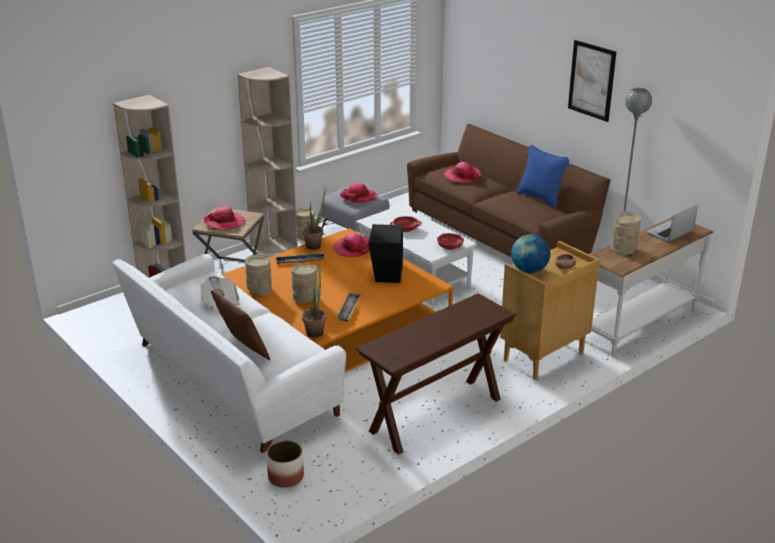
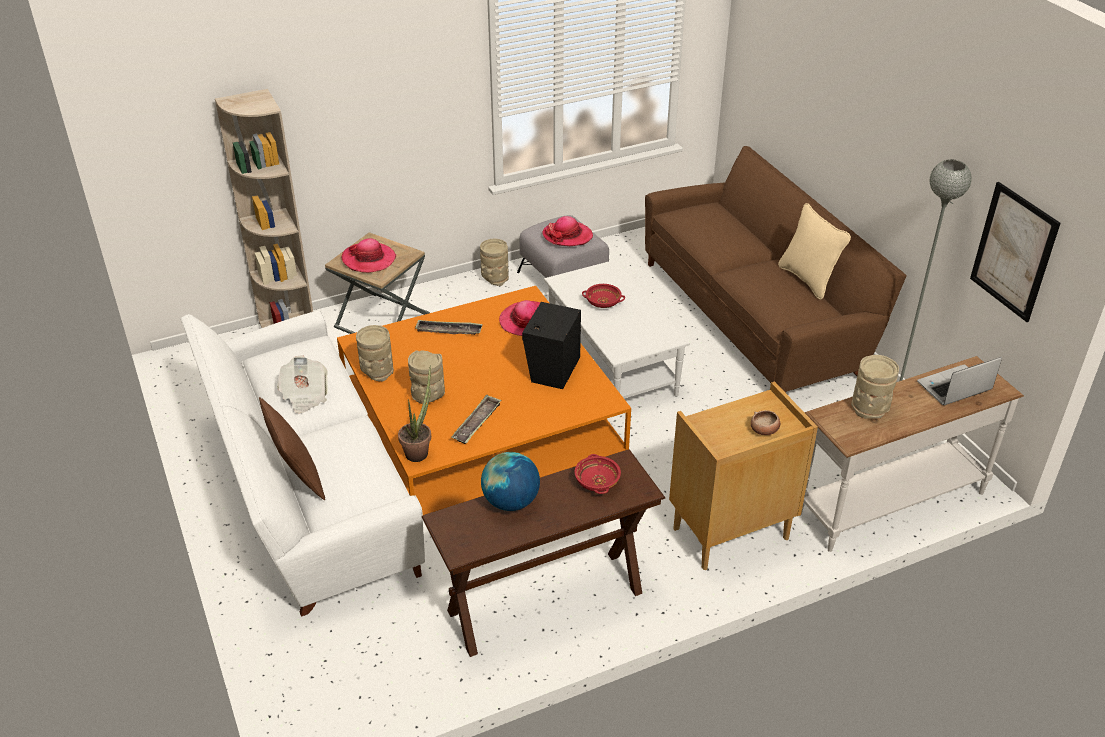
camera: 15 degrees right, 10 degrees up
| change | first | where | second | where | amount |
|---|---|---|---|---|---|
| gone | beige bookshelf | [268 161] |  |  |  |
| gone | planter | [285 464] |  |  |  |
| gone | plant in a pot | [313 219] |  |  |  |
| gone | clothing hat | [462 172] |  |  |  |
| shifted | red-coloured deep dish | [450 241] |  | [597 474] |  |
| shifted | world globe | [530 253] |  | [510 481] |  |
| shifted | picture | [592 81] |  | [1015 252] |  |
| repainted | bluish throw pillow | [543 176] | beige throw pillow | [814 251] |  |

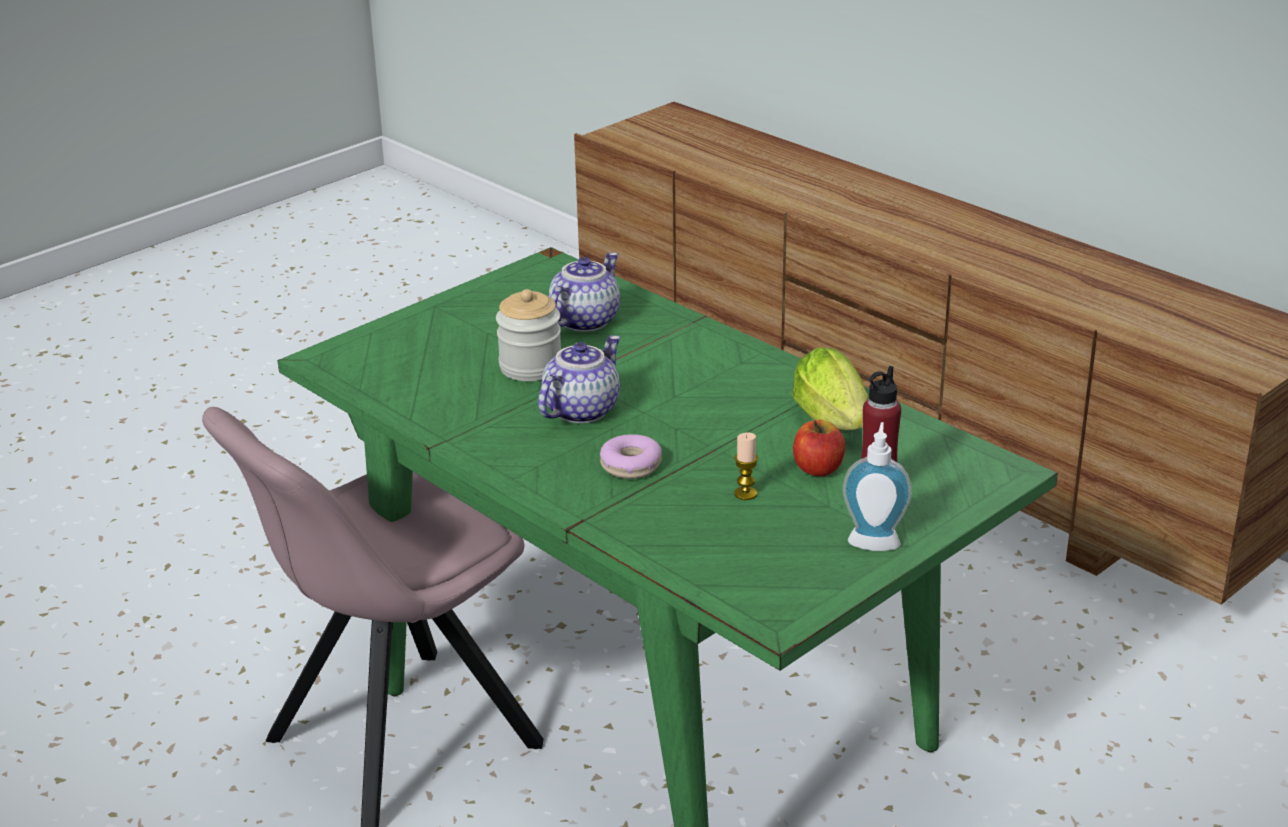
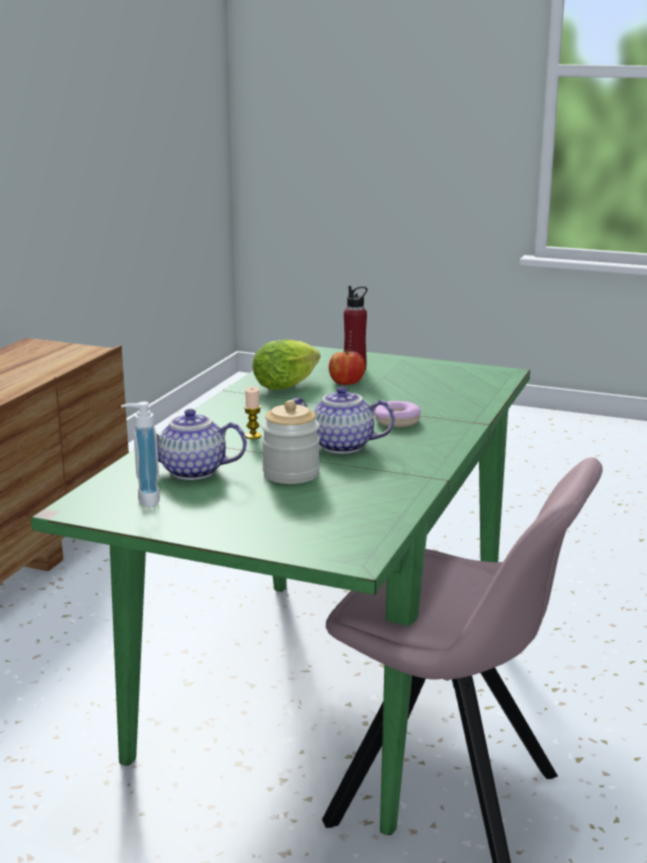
camera: 115 degrees left, 10 degrees down
| change | first | where | second | where | amount |
|---|---|---|---|---|---|
| shifted | wax candle | [746 466] |  | [253 413] |  |
| shifted | soap dispenser | [877 486] |  | [140 455] |  |

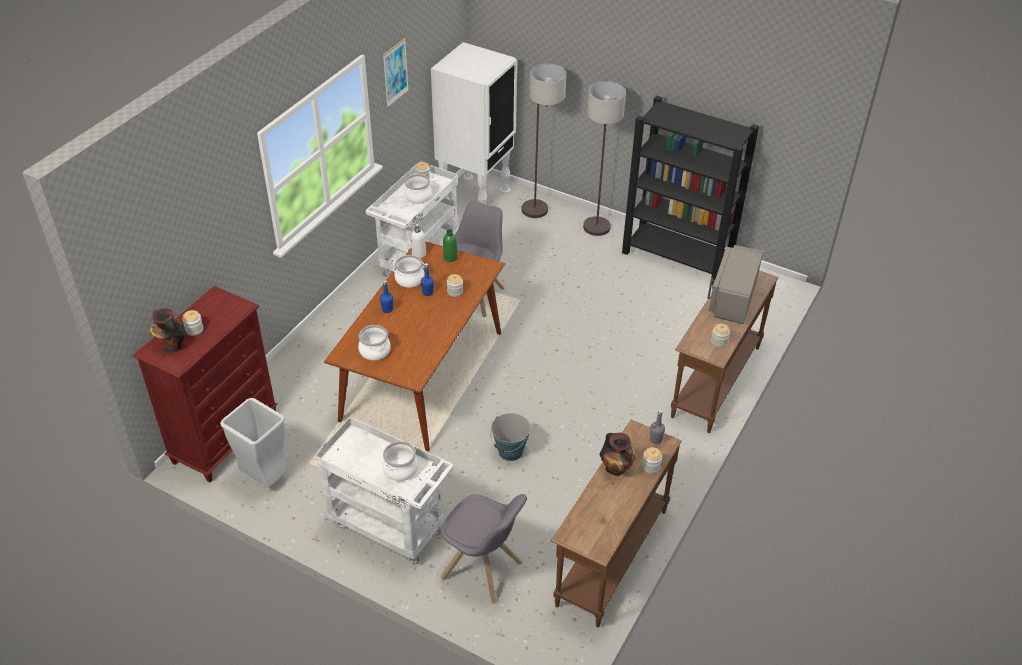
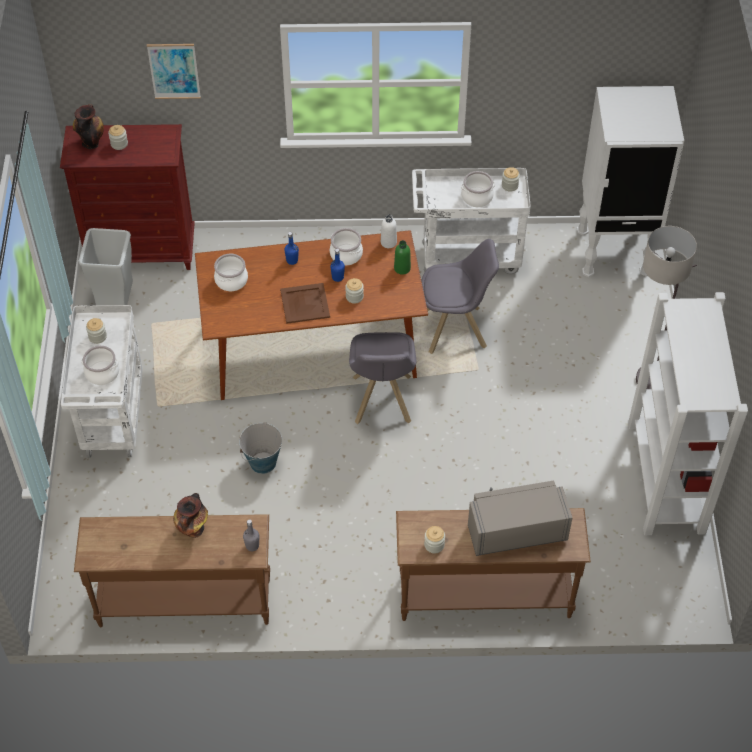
camera: 60 degrees right, 10 degrees up
| change | first | where | second | where | amount |
|---|---|---|---|---|---|
| gone | gray standard lamp | [544 141] |  |  |  |
| new |  |  | brown serving tray | [305 303] |  |
| shifted | picture | [396 73] |  | [174 71] |  |
| shifted | gray chair | [484 548] |  | [382 378] |  |
| shifted | storage jar | [652 460] |  | [96 331] |  |
| repainted | blackish bookshelf | [690 190] | whitish bookshelf | [688 413] |  |

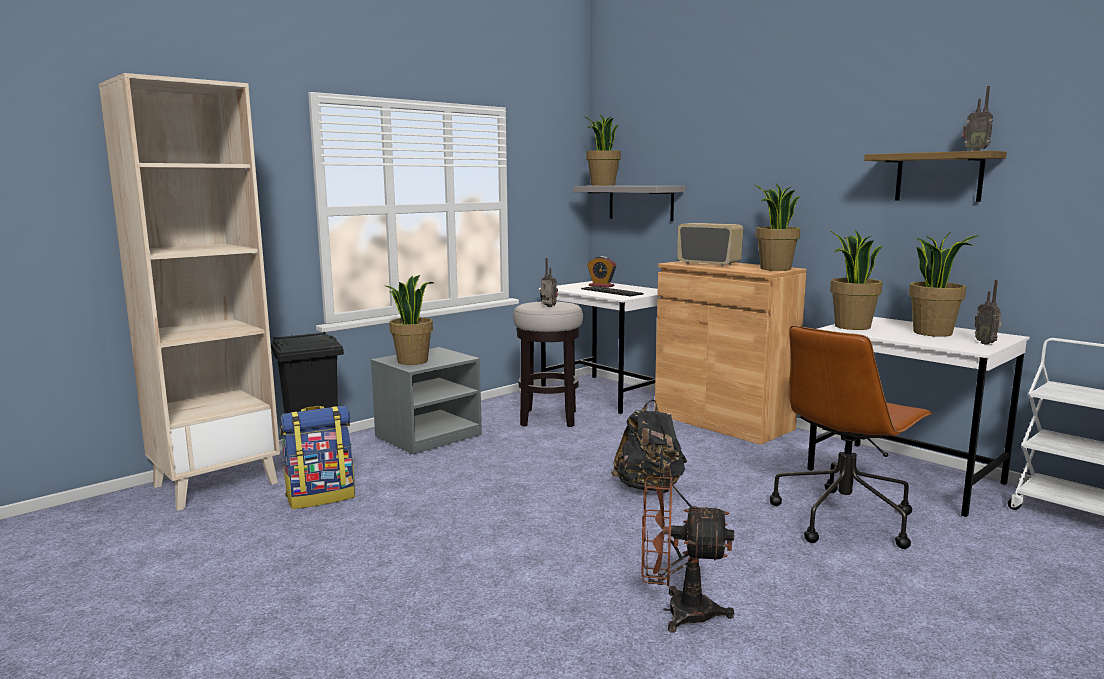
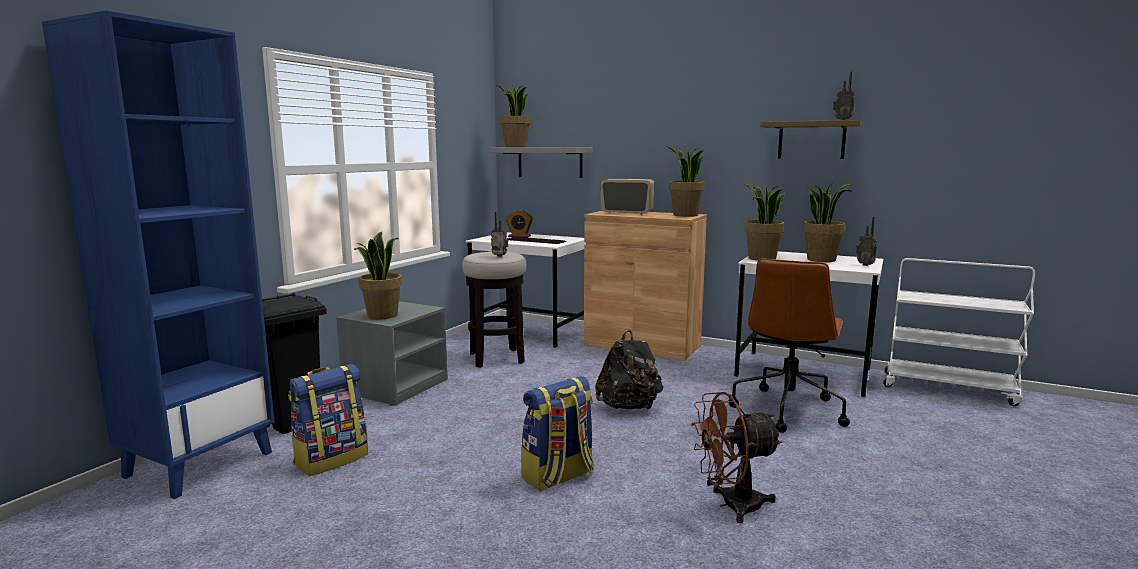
camera: 20 degrees left, 0 degrees up
| change | first | where | second | where | amount |
|---|---|---|---|---|---|
| new |  |  | backpack | [557 433] |  |
| repainted | beige bookshelf | [189 292] | bluish bookshelf | [158 254] |  |

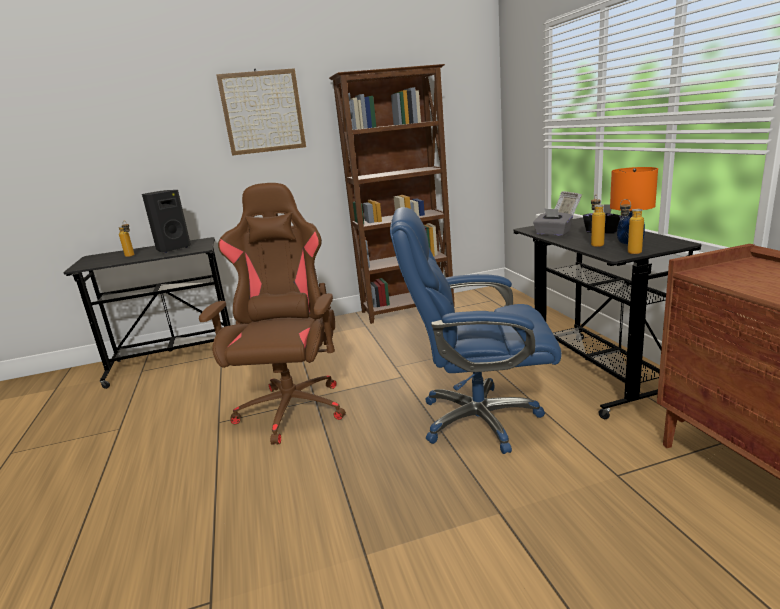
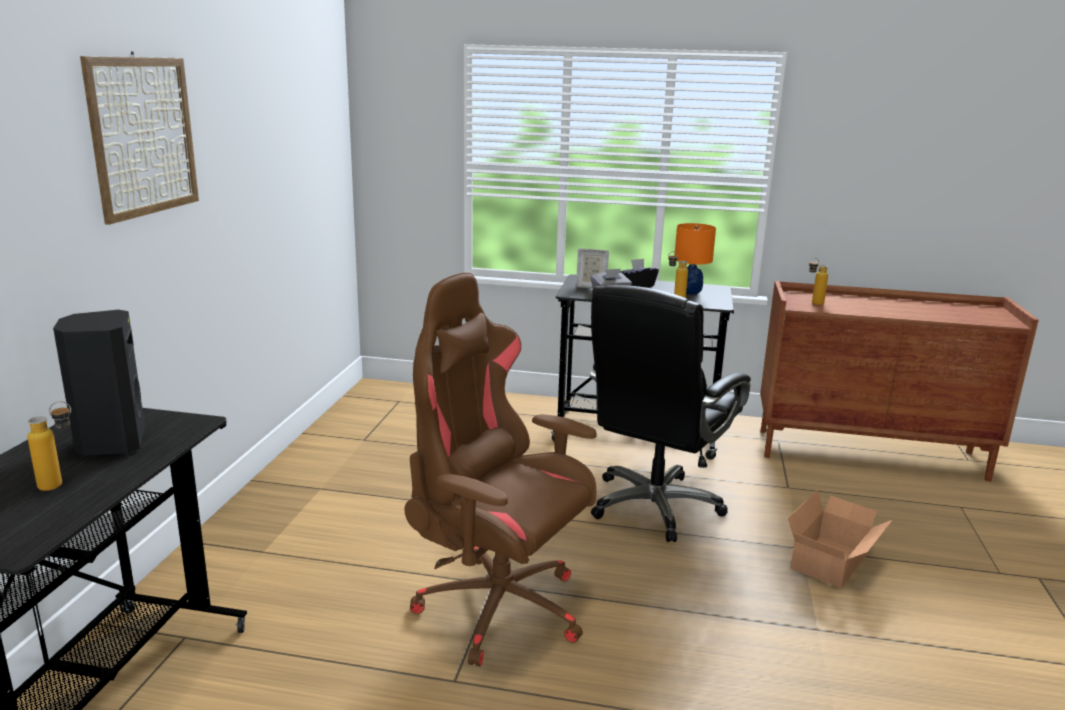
camera: 65 degrees left, 0 degrees up
| change | first | where | second | where | amount |
|---|---|---|---|---|---|
| gone | brown bookshelf | [392 194] |  |  |  |
| new |  |  | packing box | [840 539] |  |
| shifted | bottle | [632 226] |  | [818 281] |  |
| repainted | bluish computer chair | [476 330] | blackish computer chair | [670 413] |  |

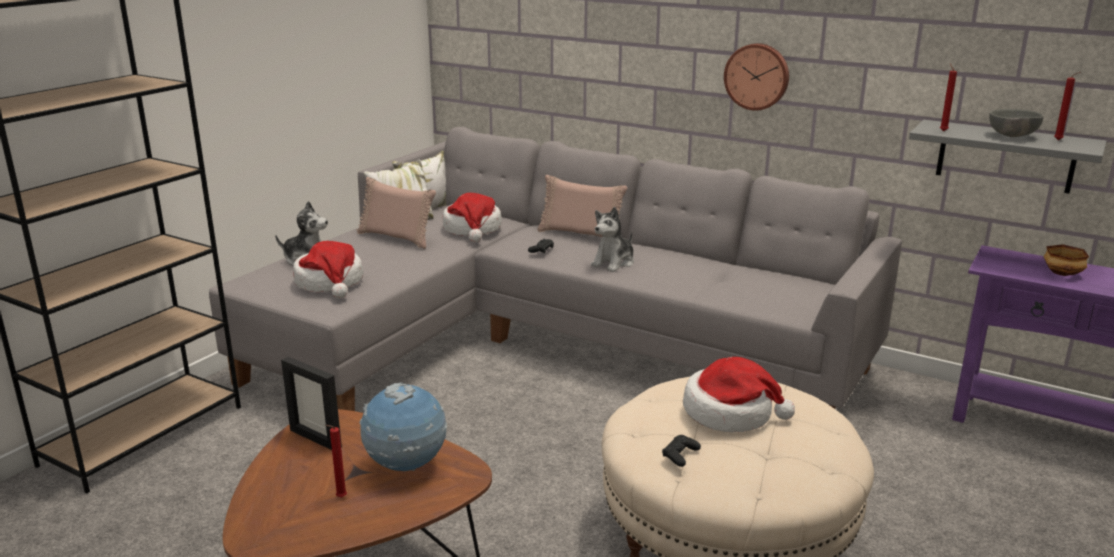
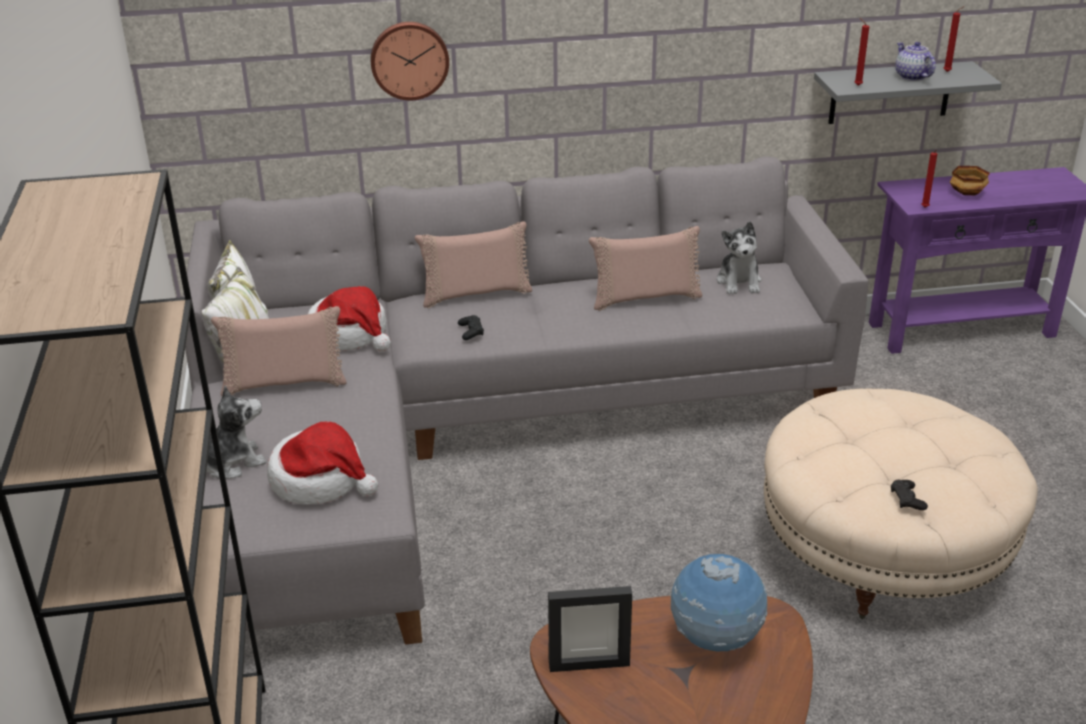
camera: 40 degrees left, 10 degrees up
| change | first | where | second | where | amount |
|---|---|---|---|---|---|
| gone | clothing hat | [739 395] |  |  |  |
| new |  |  | beige throw pillow | [645 268] |  |
| shifted | red-coloured wax candle | [336 461] |  | [929 179] |  |
| shifted | cuddly toy | [612 239] |  | [739 257] |  |
| shifted | clock on the wall | [756 77] |  | [410 61] |  |
| swapped | gray deep dish | [1016 123] | tea pot | [916 61] |  |

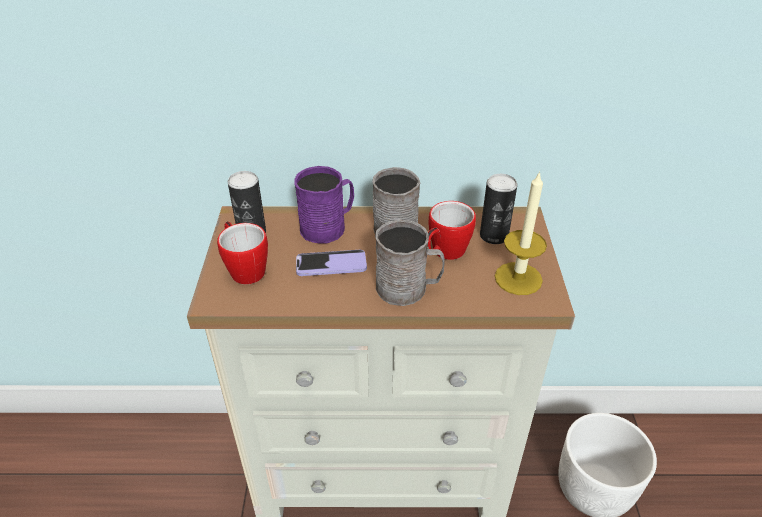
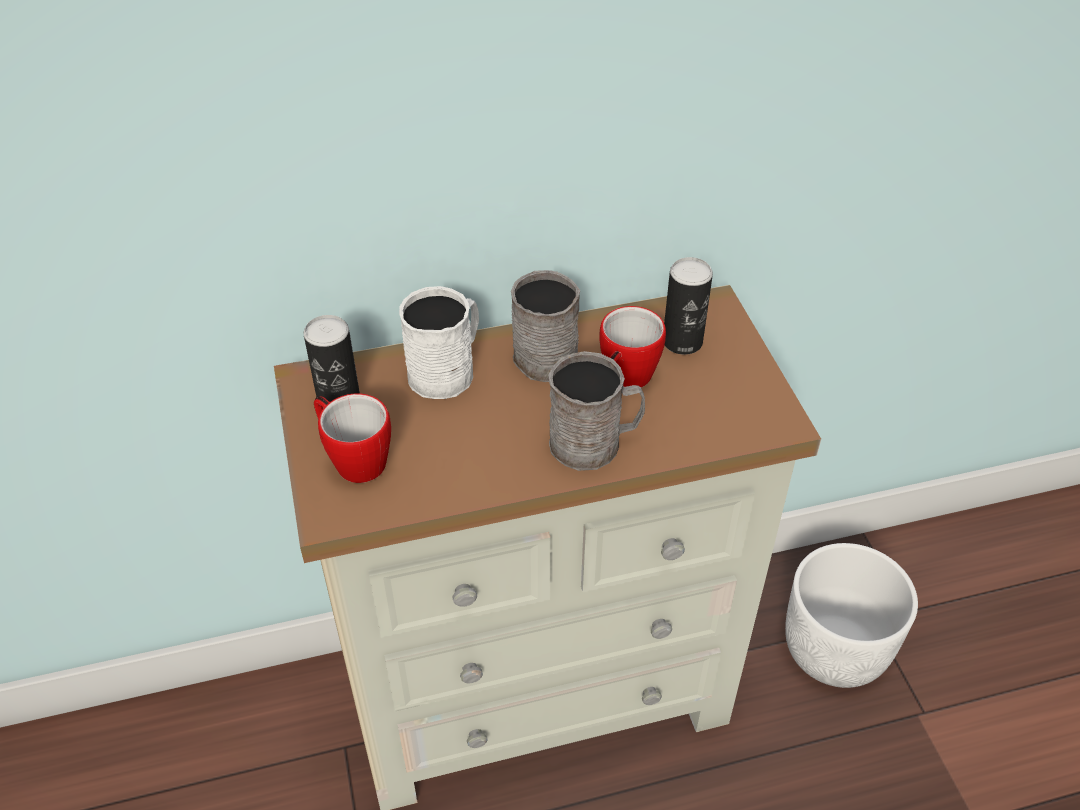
camera: 15 degrees left, 5 degrees up
| change | first | where | second | where | amount |
|---|---|---|---|---|---|
| gone | phone | [331 263] |  |  |  |
| gone | wax candle | [521 233] |  |  |  |
| repainted | purple-coloured mug | [324 204] | whitish mug | [439 342] |  |

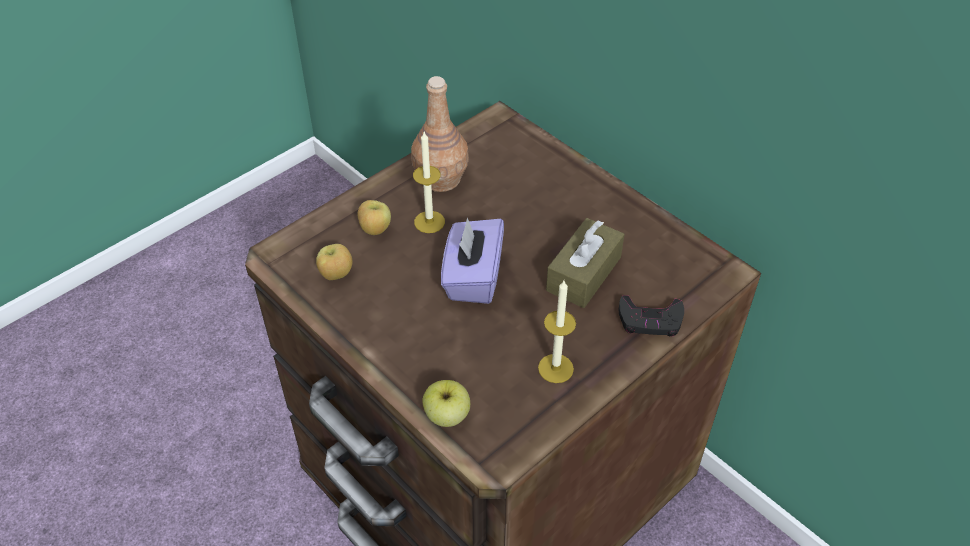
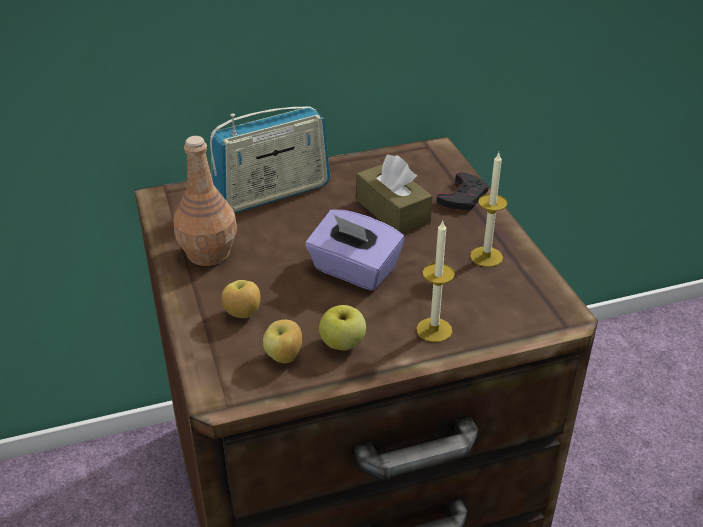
camera: 65 degrees left, 10 degrees down
| change | first | where | second | where | amount |
|---|---|---|---|---|---|
| new |  |  | radio receiver | [270 160] |  |
| shifted | wax candle | [429 182] |  | [435 281] |  |
| shifted | whole apple | [446 403] |  | [342 327] |  |

